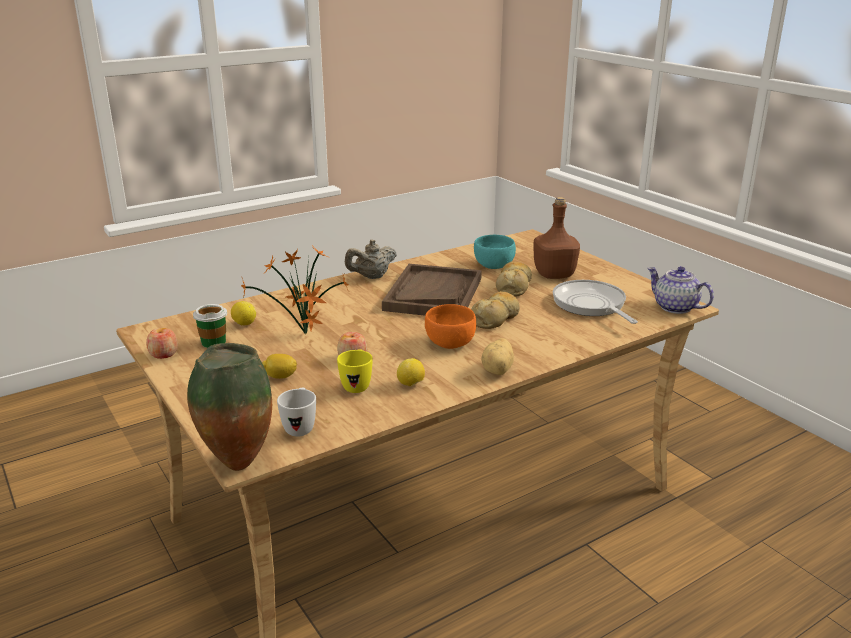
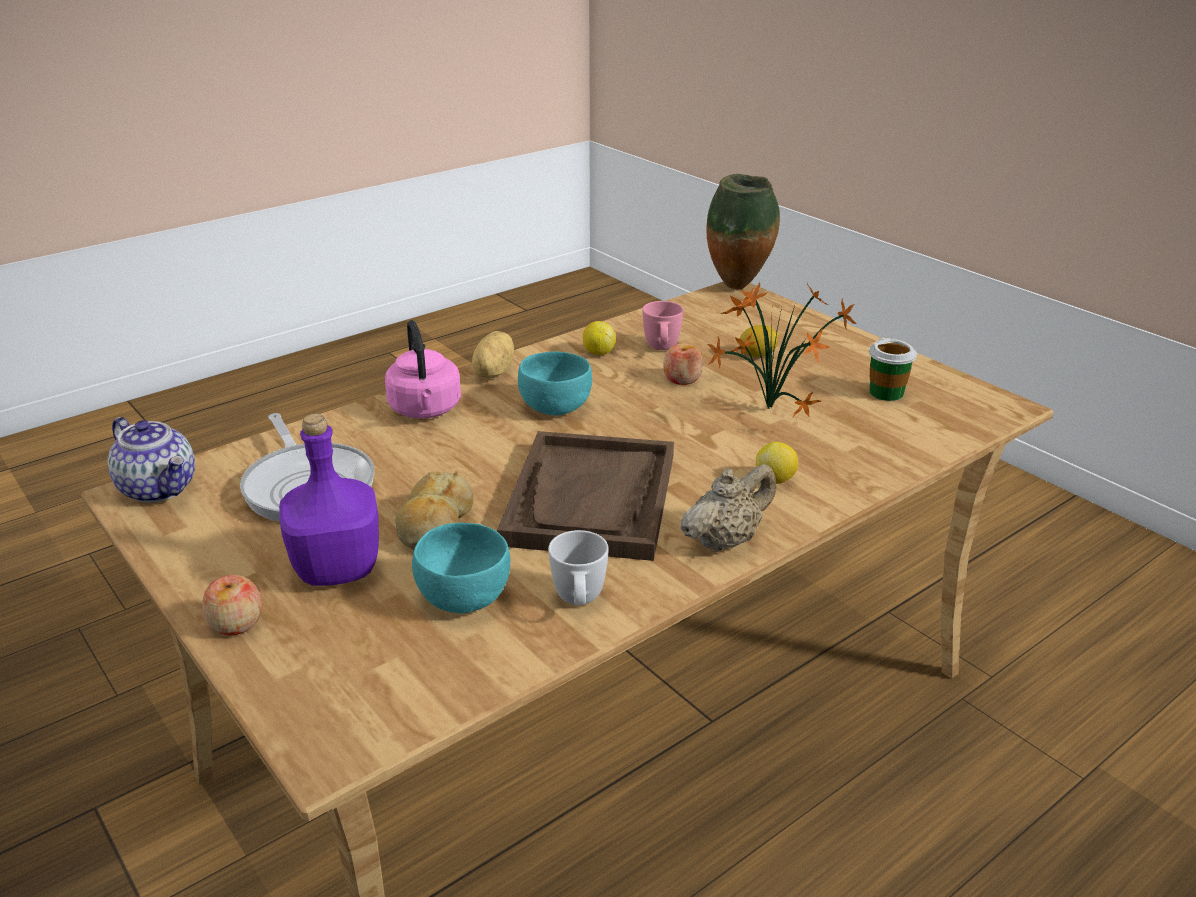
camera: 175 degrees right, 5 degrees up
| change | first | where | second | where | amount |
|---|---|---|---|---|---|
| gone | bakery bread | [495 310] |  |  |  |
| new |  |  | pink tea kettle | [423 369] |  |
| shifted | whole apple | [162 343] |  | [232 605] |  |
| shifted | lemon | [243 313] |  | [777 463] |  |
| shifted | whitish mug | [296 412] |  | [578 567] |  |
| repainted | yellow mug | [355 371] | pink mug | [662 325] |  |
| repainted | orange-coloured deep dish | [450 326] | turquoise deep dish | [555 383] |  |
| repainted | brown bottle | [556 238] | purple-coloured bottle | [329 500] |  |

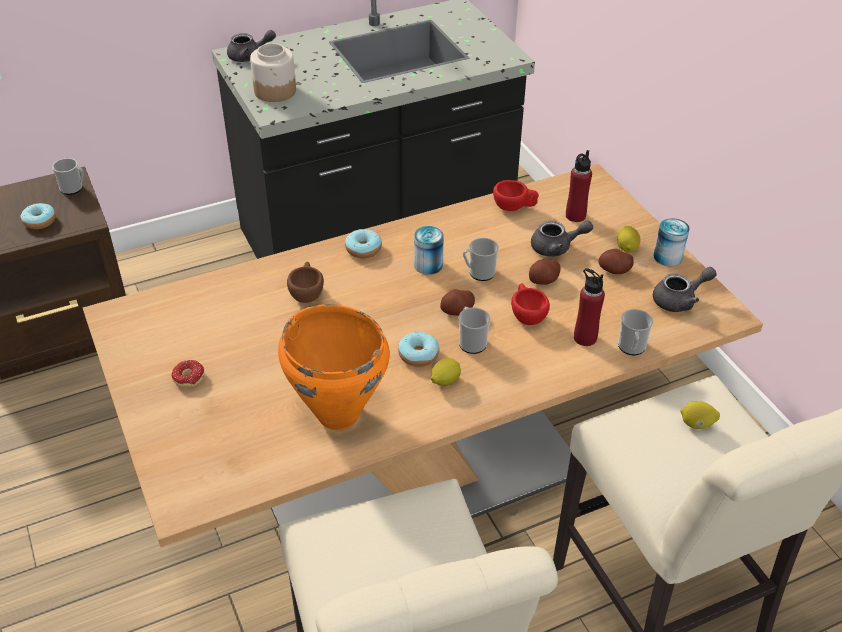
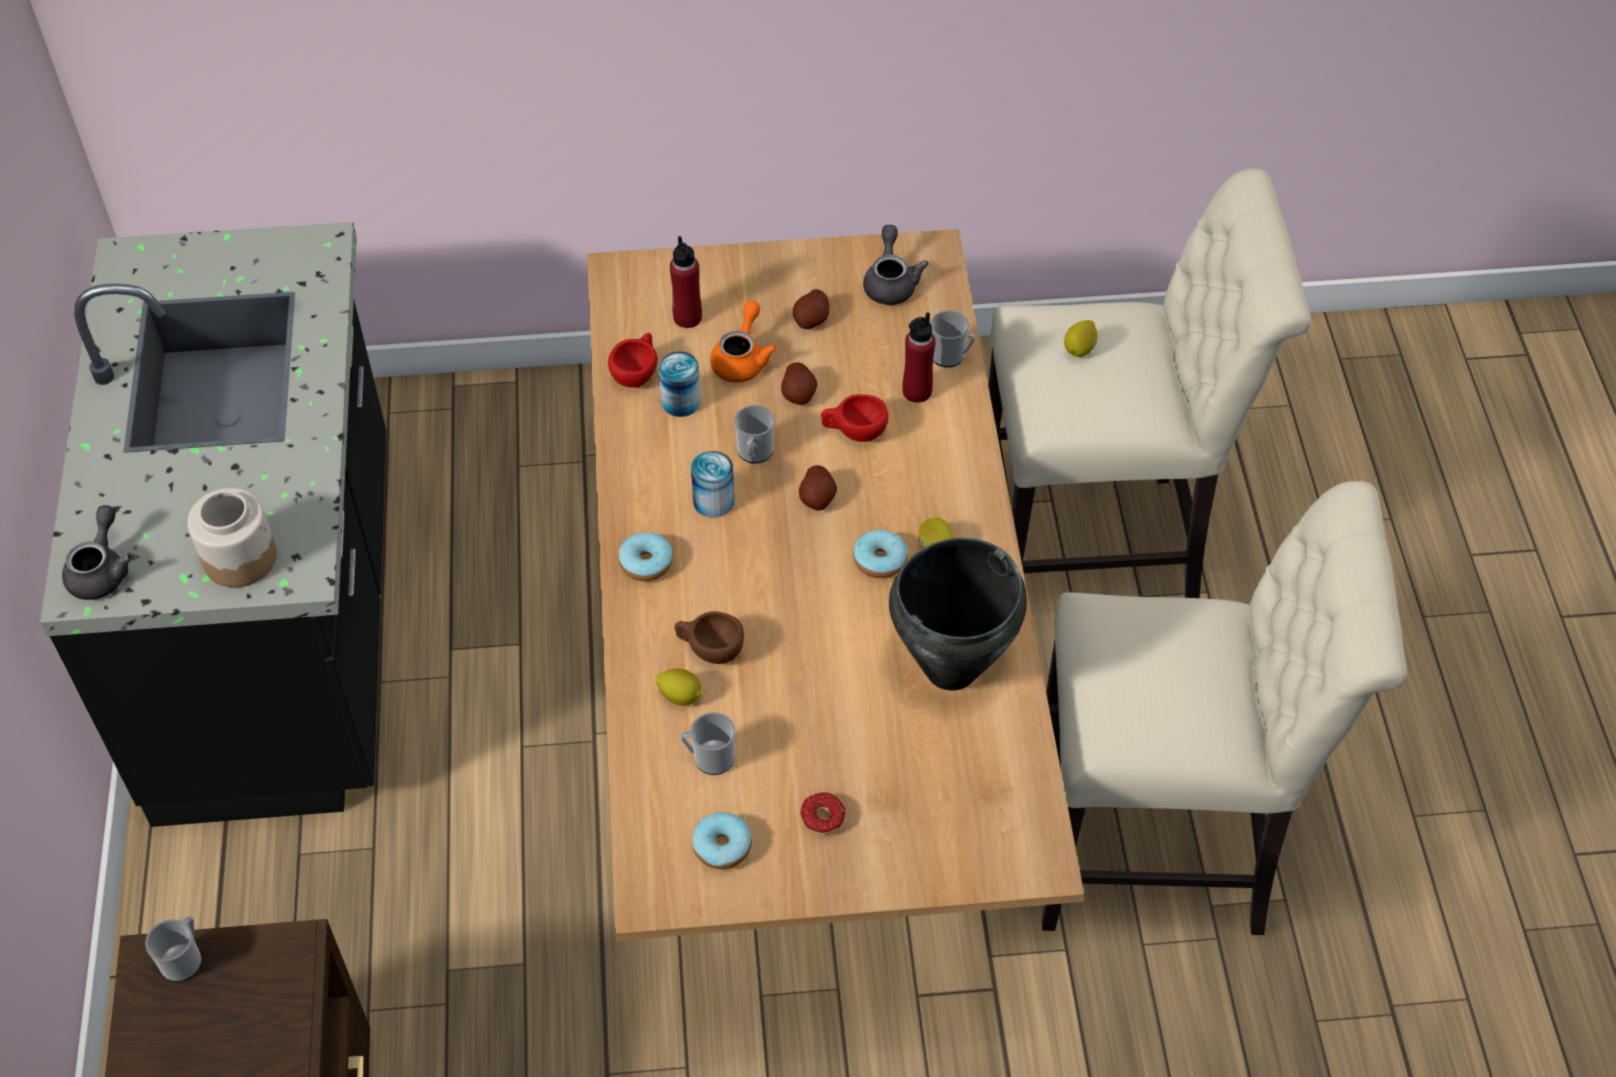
camera: 70 degrees left, 10 degrees up
| change | first | where | second | where | amount |
|---|---|---|---|---|---|
| shifted | donut | [38 216] |  | [722 840] |  |
| shifted | mug | [474 330] |  | [707 743] |  |
| shifted | lemon | [628 239] |  | [678 686] |  |
| shifted | sealed can | [671 242] |  | [679 384] |  |
| repainted | orange-coloured cooking pot | [334 367] | blackish cooking pot | [958 614] |  |
| repainted | gray tea pot | [562 238] | orange-coloured tea pot | [743 341] |  |

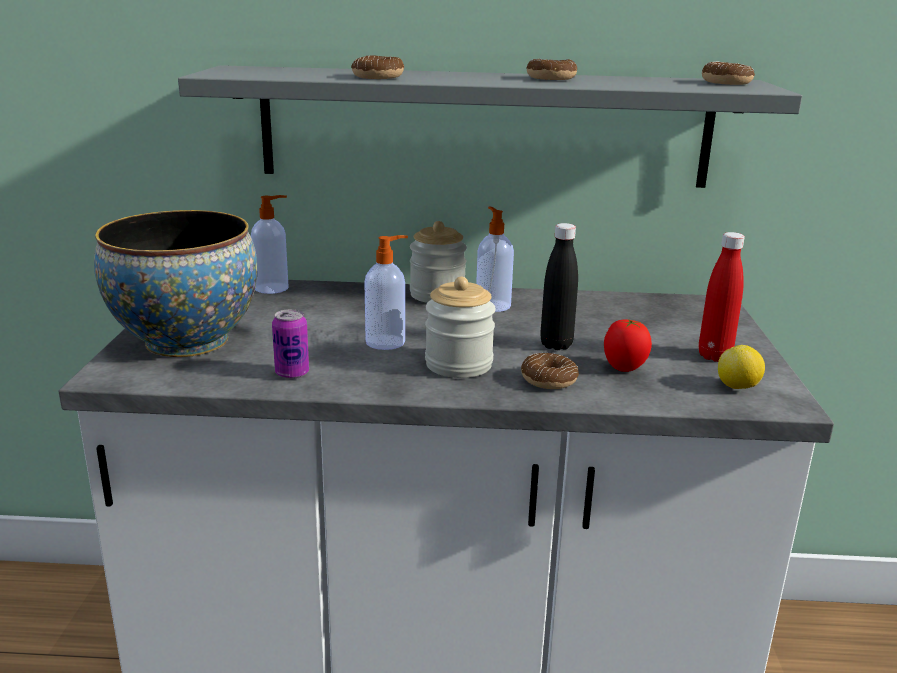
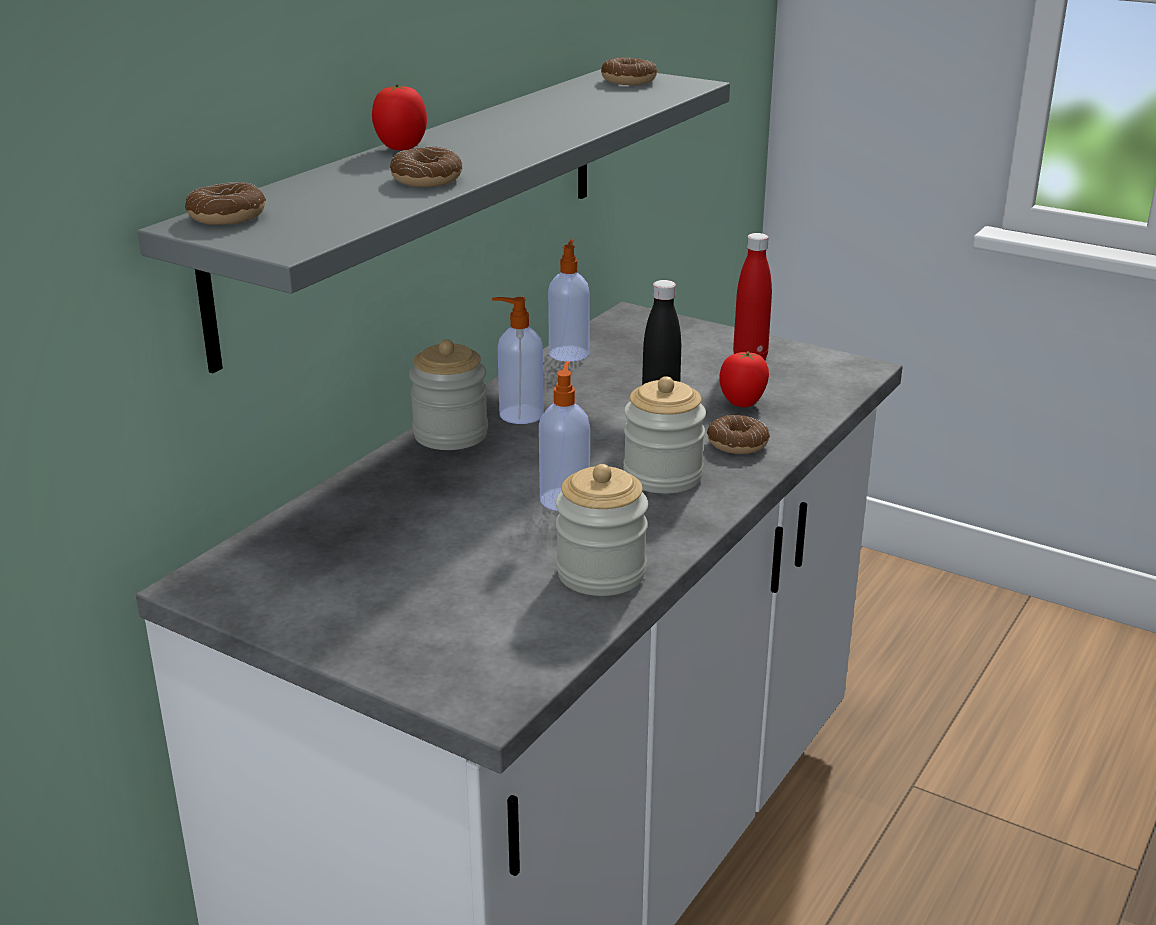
camera: 60 degrees left, 5 degrees up
| change | first | where | second | where | amount |
|---|---|---|---|---|---|
| gone | deep dish | [175 283] |  |  |  |
| gone | lemon | [741 367] |  |  |  |
| new |  |  | fresh tomato | [399 117] |  |
| shifted | soap dispenser | [269 244] |  | [569 300] |  |
| shifted | donut | [551 69] |  | [225 203] |  |
| swapped | sealed can | [290 344] | storage jar | [602 530] |  |

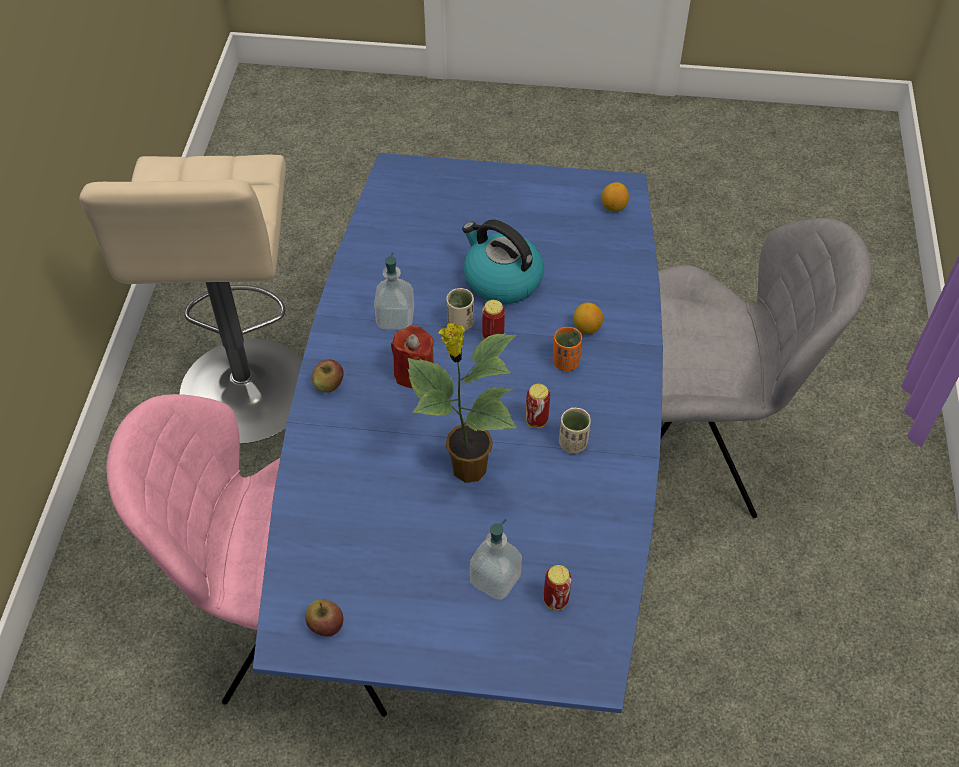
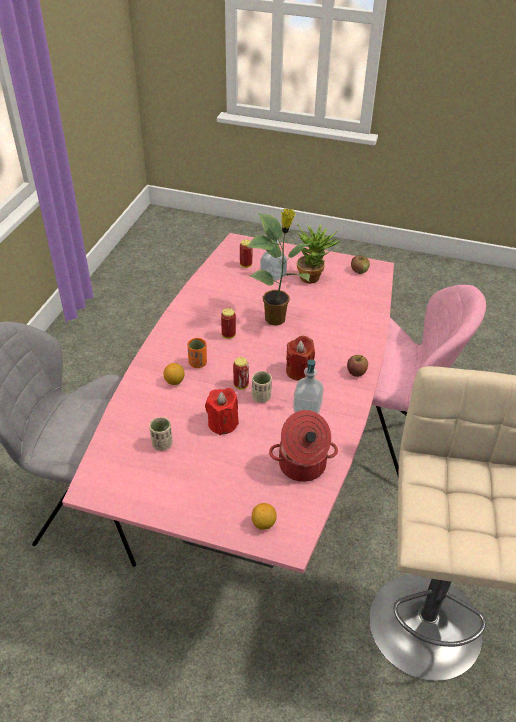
camera: 170 degrees left, 10 degrees down
| change | first | where | second | where | amount |
|---|---|---|---|---|---|
| new |  |  | cooking pot | [303 446] |  |
| new |  |  | plant in a pot | [318 253] |  |
| shifted | beige drinking cup | [575 430] |  | [161 434] |  |
| shifted | lemon | [615 197] |  | [264 516] |  |
| swapped | tea kettle | [503 261] | red-coloured wax candle | [222 411] |  |
| repainted | bluish kitchen table | [458 433] | pink kitchen table | [228 403] |  |

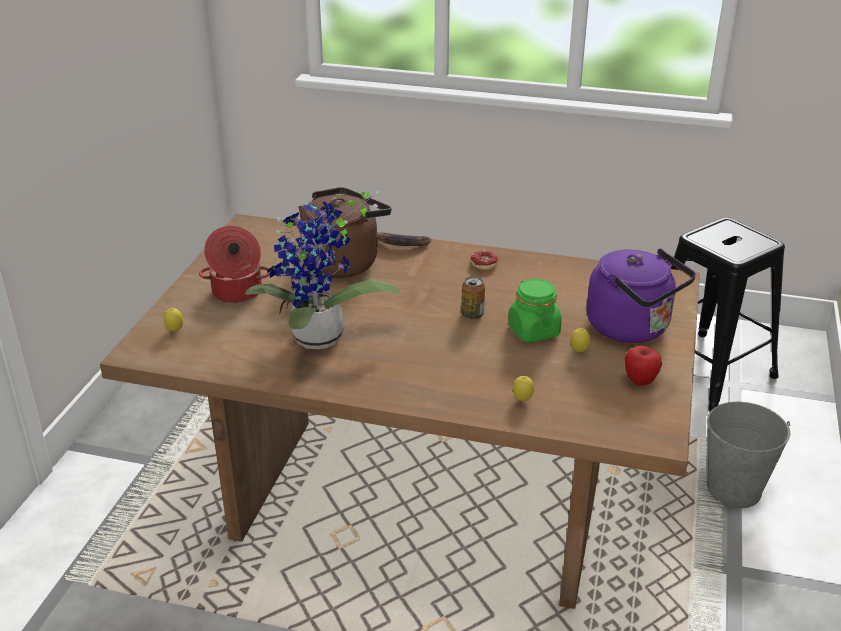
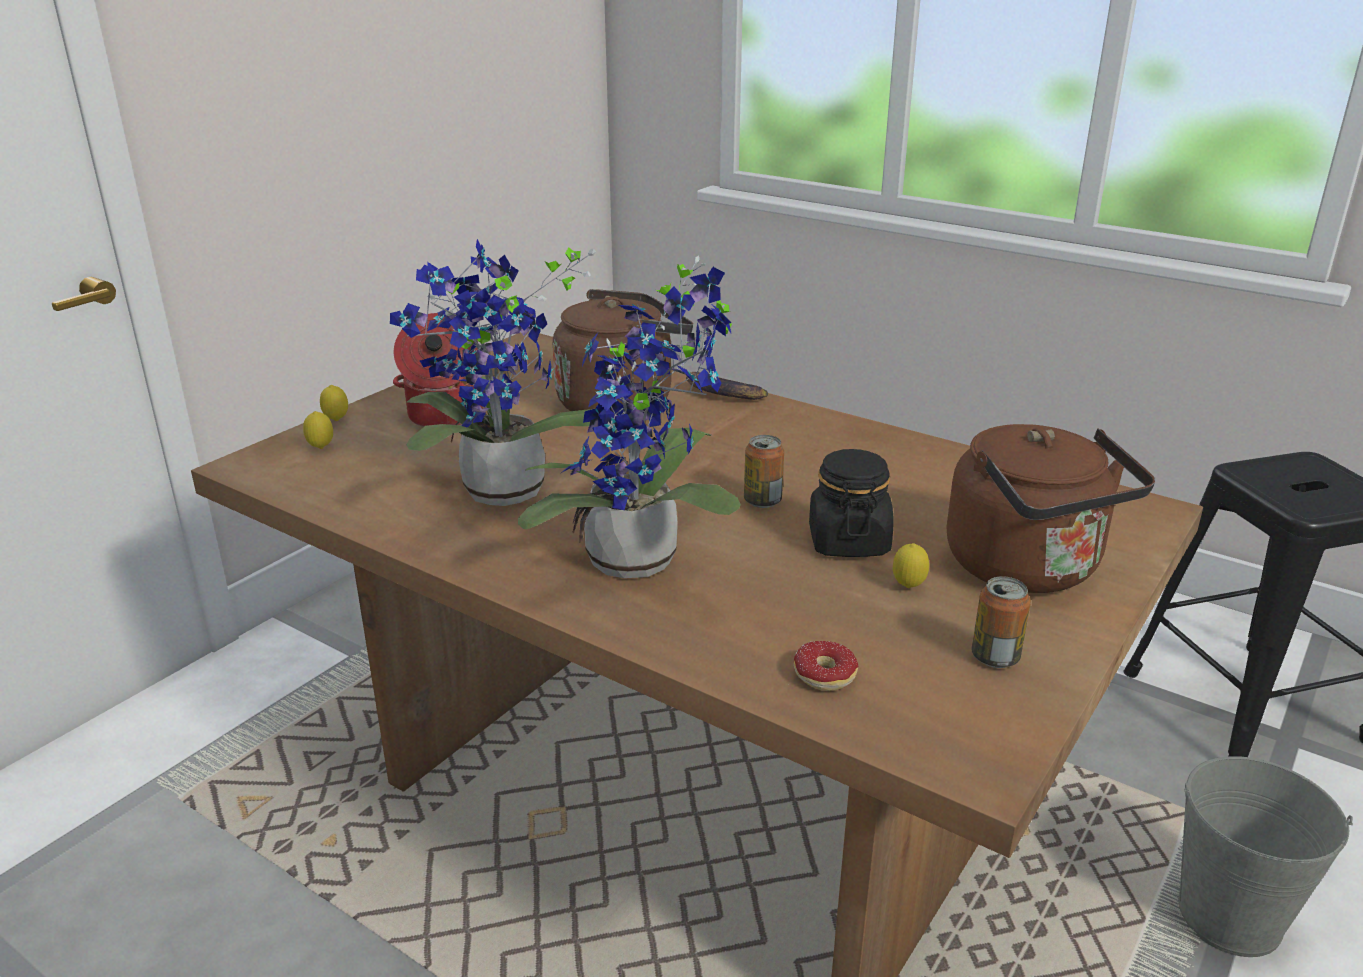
camera: 20 degrees right, 5 degrees down
| change | first | where | second | where | amount |
|---|---|---|---|---|---|
| new |  |  | plant in a pot | [629 416] |  |
| shifted | donut | [484 260] |  | [822 666] |  |
| shifted | lemon | [523 388] |  | [334 403] |  |
| swapped | whole apple | [643 366] | sealed can | [1001 622] |  |
| repainted | green-coloured storage jar | [535 310] | blackish storage jar | [851 503] |  |
| repainted | purple-coloured tea kettle | [641 295] | brown tea kettle | [1051 508] |  |

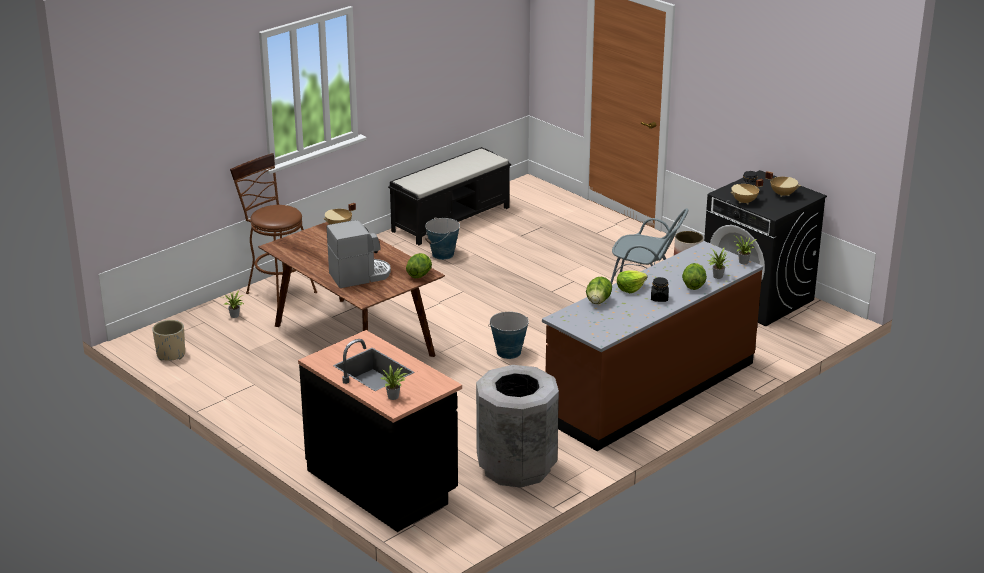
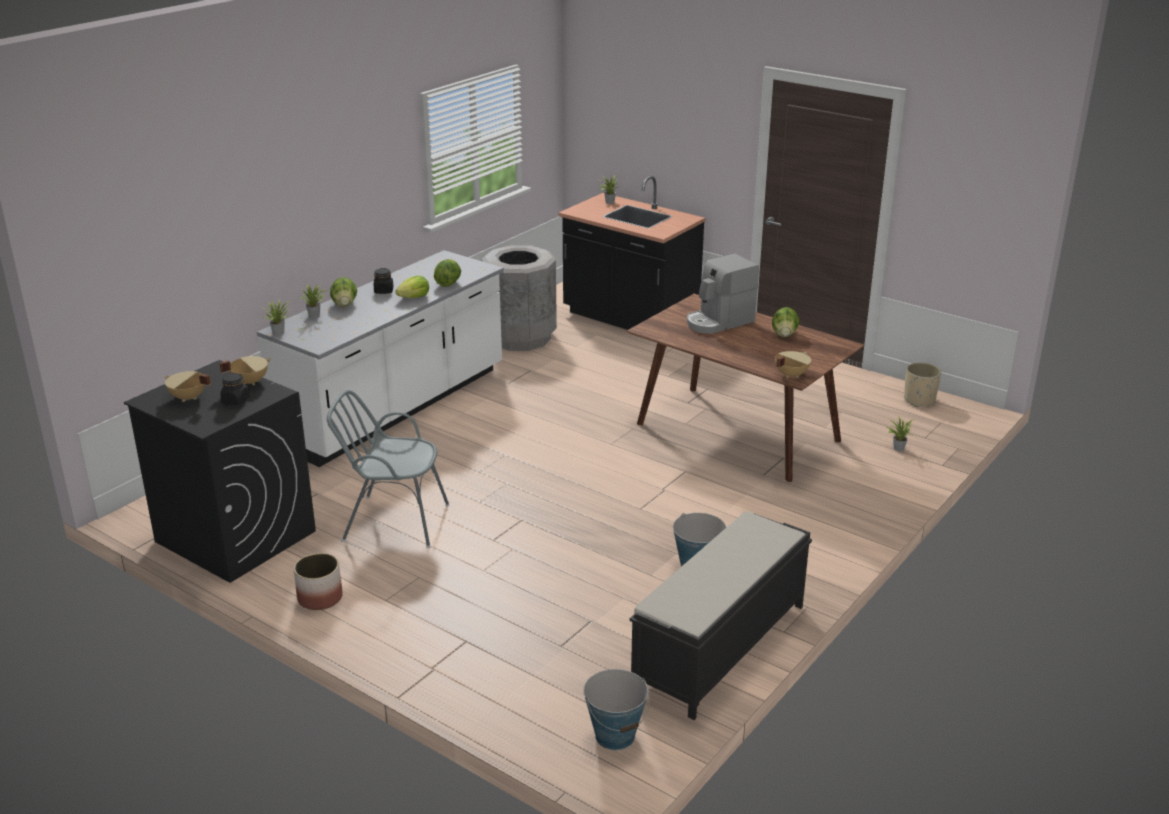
camera: 170 degrees right, 0 degrees up
| change | first | where | second | where | amount |
|---|---|---|---|---|---|
| gone | brown sitting stool | [273 230] |  |  |  |
| shifted | lettuce head | [419 265] |  | [785 322] |  |
| shifted | water bucket | [508 335] |  | [617 709] |  |
| repainted | brown kitchen counter | [652 346] | whitish kitchen counter | [380 358] |  |

